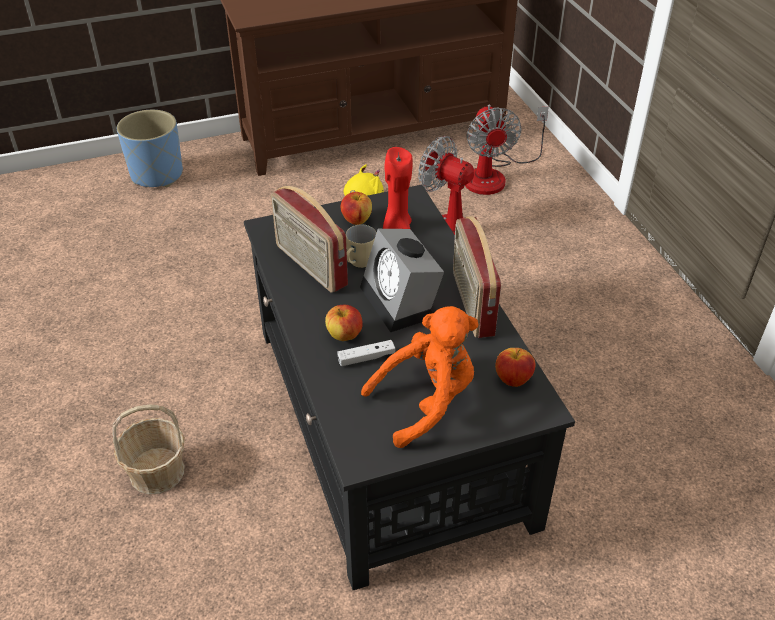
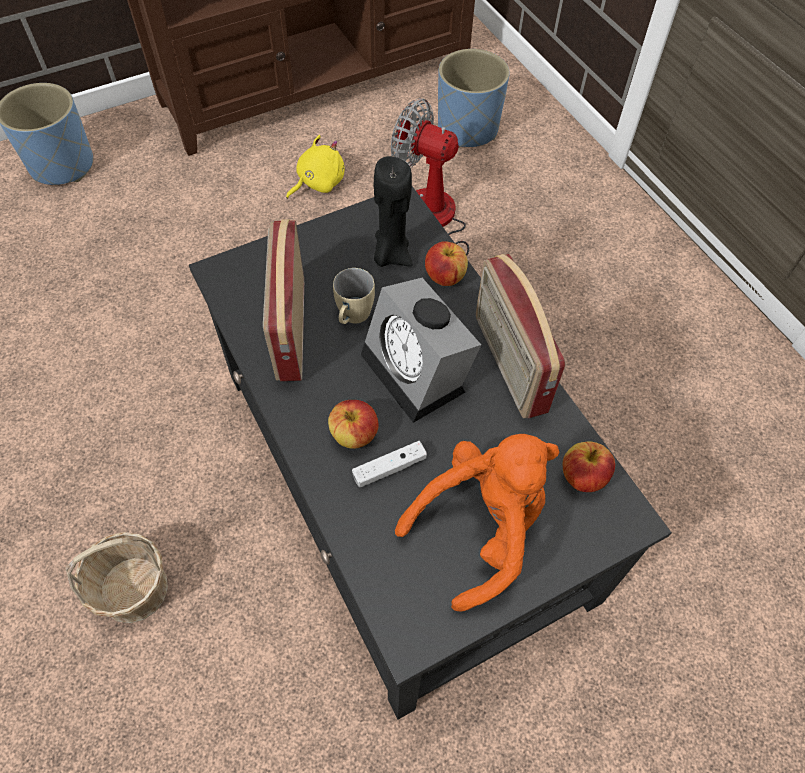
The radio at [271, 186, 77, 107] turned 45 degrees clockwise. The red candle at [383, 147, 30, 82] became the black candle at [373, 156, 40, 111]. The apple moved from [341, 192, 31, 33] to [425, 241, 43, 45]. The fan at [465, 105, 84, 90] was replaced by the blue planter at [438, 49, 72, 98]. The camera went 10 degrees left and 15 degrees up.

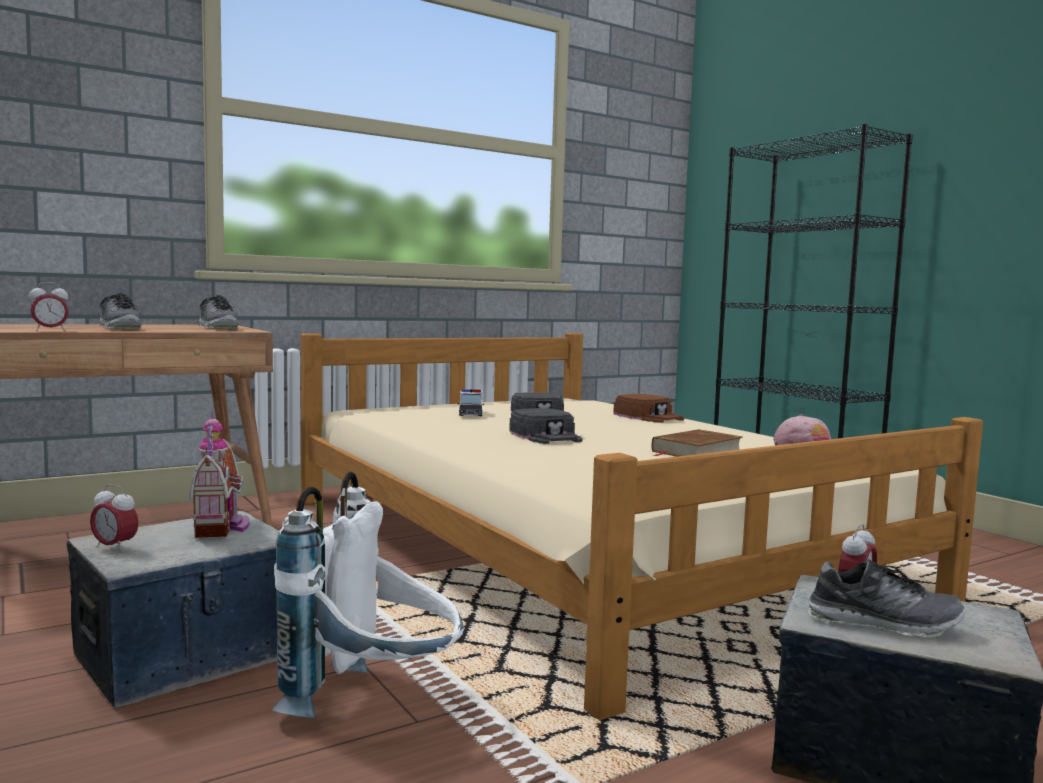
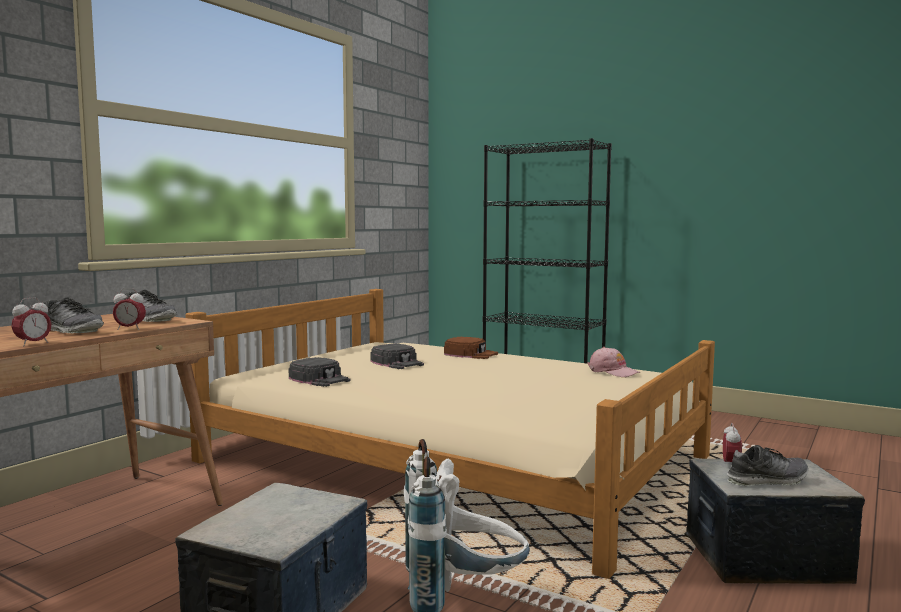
The alarm clock moved from [90, 484, 49, 68] to [113, 288, 33, 42]. The black cap moved from [509, 408, 74, 36] to [288, 357, 62, 30]. The toy house at [189, 411, 60, 127] disappeared. The toy car at [458, 389, 26, 27] disappeared. The brown book at [652, 429, 91, 28] disappeared. The camera went 25 degrees left and 0 degrees up.

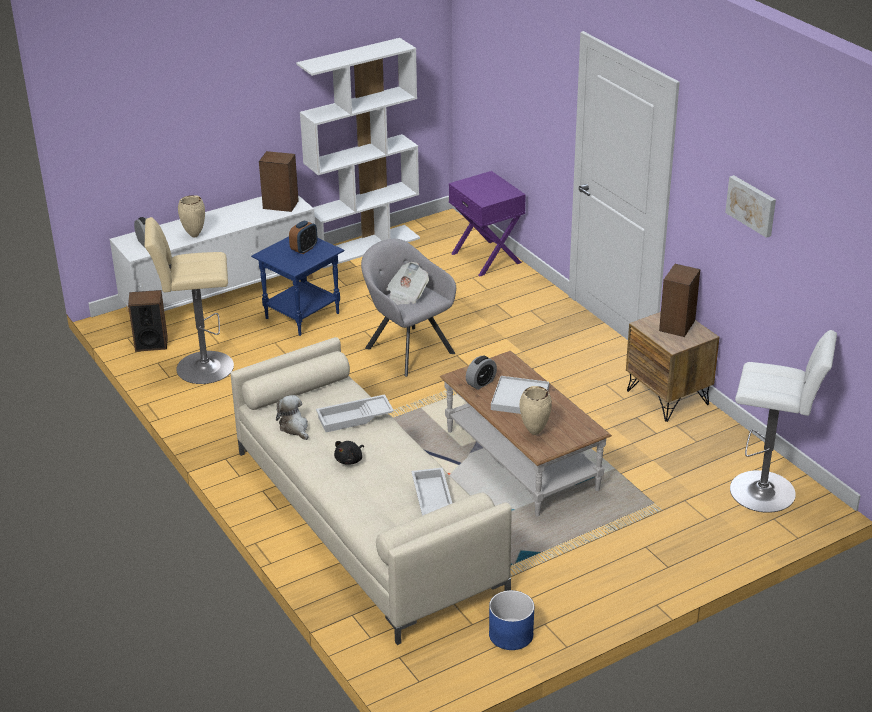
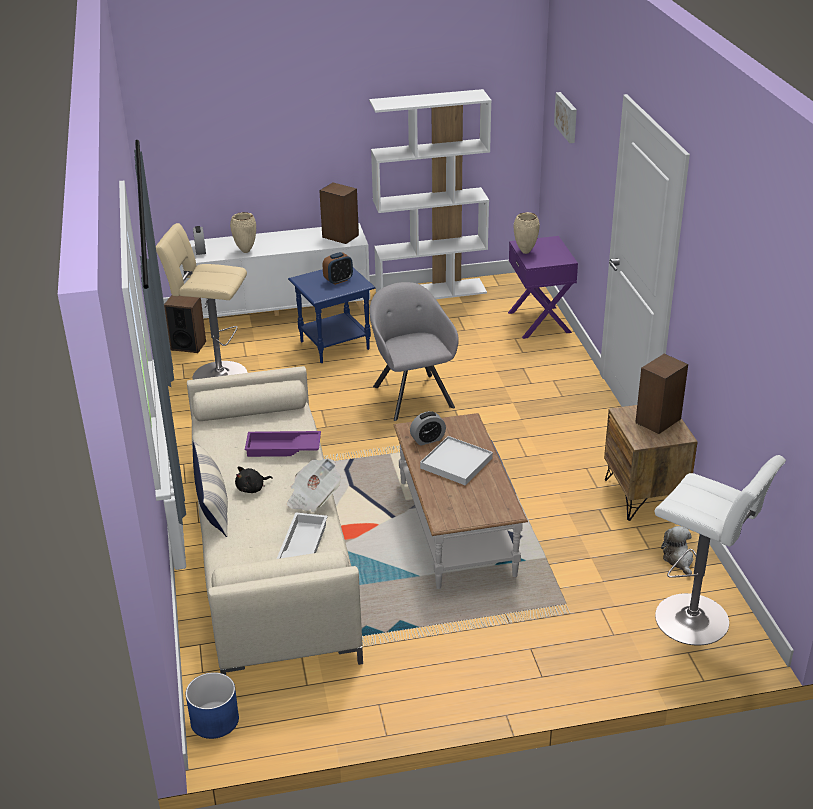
The blue planter moved from [489, 590, 45, 60] to [186, 672, 53, 67]. The pillow at [193, 440, 35, 97] appeared. The white tray at [316, 394, 78, 38] became the purple tray at [245, 431, 76, 26]. The newspaper moved from [386, 262, 43, 43] to [287, 459, 54, 53]. The beige vase moved from [520, 386, 32, 49] to [514, 212, 26, 42]. The picture moved from [725, 175, 51, 63] to [554, 92, 23, 51]. The plush toy moved from [276, 395, 32, 45] to [661, 526, 32, 51]. The camera went 20 degrees right and 0 degrees up.

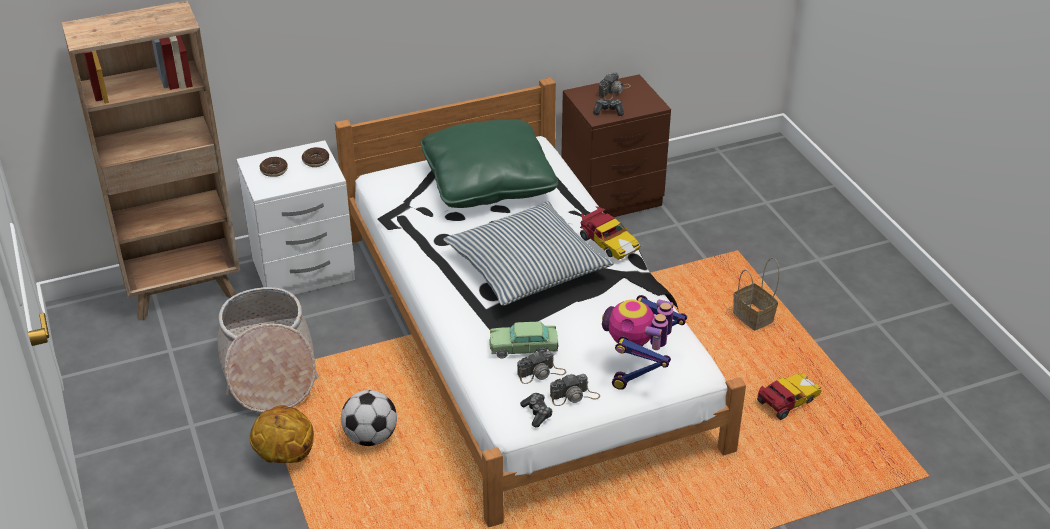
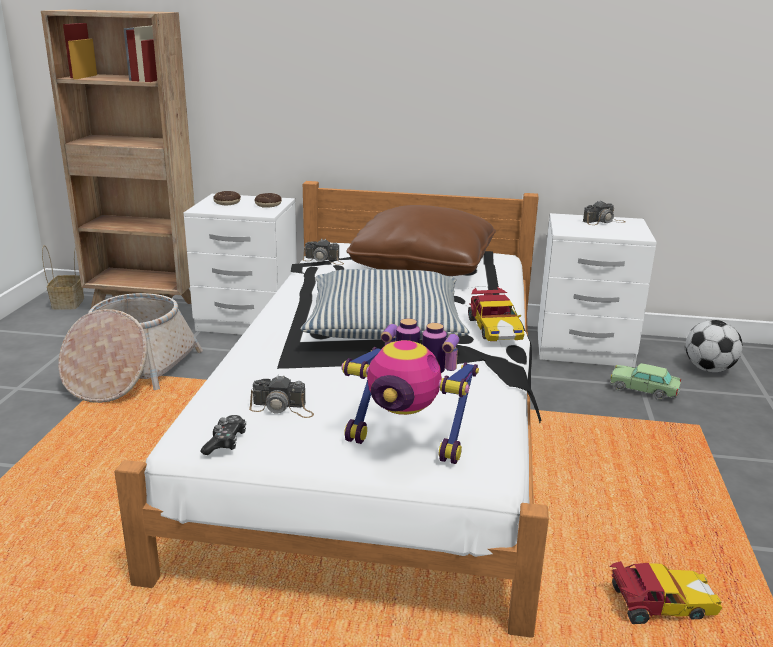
The basket moved from [733, 257, 46, 73] to [42, 245, 42, 65]. The photo camera moved from [550, 374, 50, 32] to [303, 239, 41, 26]. The toy robot at [602, 295, 85, 95] turned 120 degrees counterclockwise. The green pillow at [420, 119, 138, 89] became the brown pillow at [346, 205, 150, 71]. The brown nightstand at [561, 74, 110, 143] became the white nightstand at [537, 213, 120, 154]. The toy car moved from [489, 322, 70, 37] to [610, 363, 71, 37]. The football moved from [341, 390, 56, 56] to [686, 320, 57, 52]. The basketball at [250, 405, 64, 58] disappeared. The game controller at [593, 99, 31, 17] disappeared. The camera went 30 degrees right and 15 degrees down.

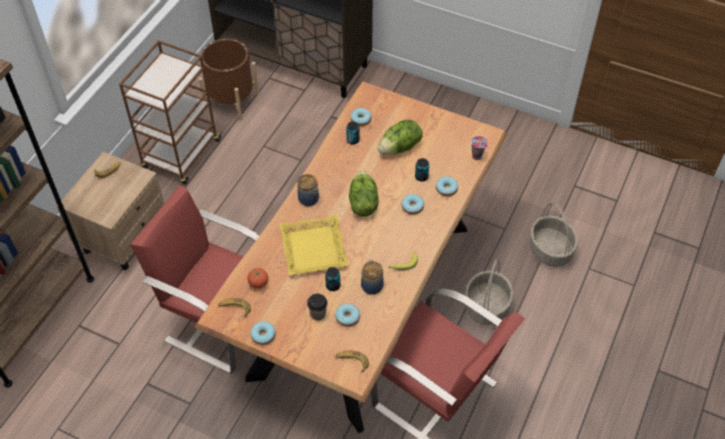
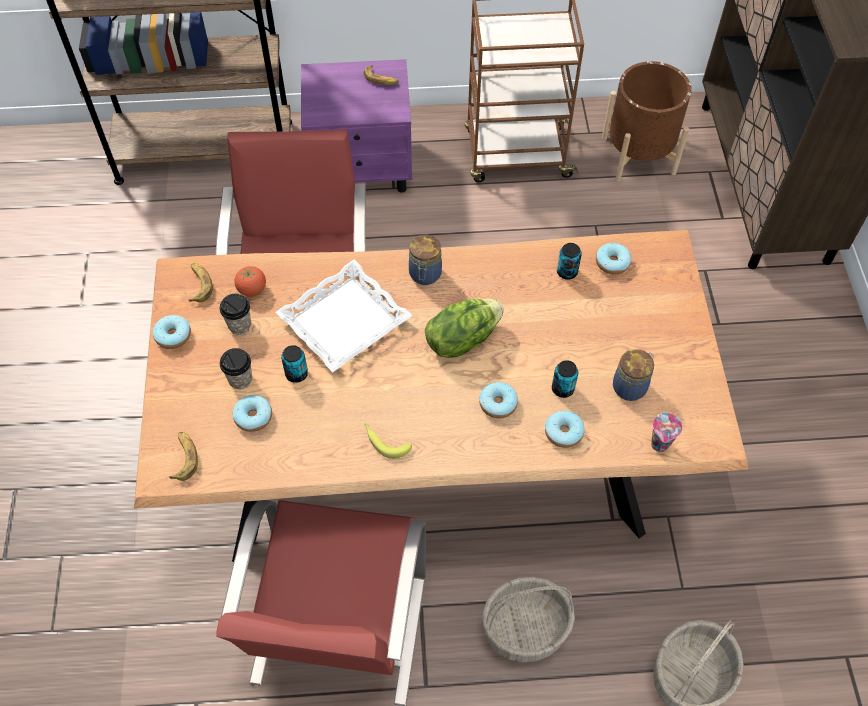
The cup at [219, 294, 32, 40] appeared. The yellow tray at [279, 215, 70, 60] became the white tray at [275, 259, 138, 113]. The beige nightstand at [57, 152, 107, 118] became the purple nightstand at [301, 59, 112, 133]. The jar moved from [361, 260, 23, 35] to [613, 349, 41, 52]. The lettuce at [378, 120, 45, 35] disappeared. The camera went 60 degrees right and 5 degrees up.

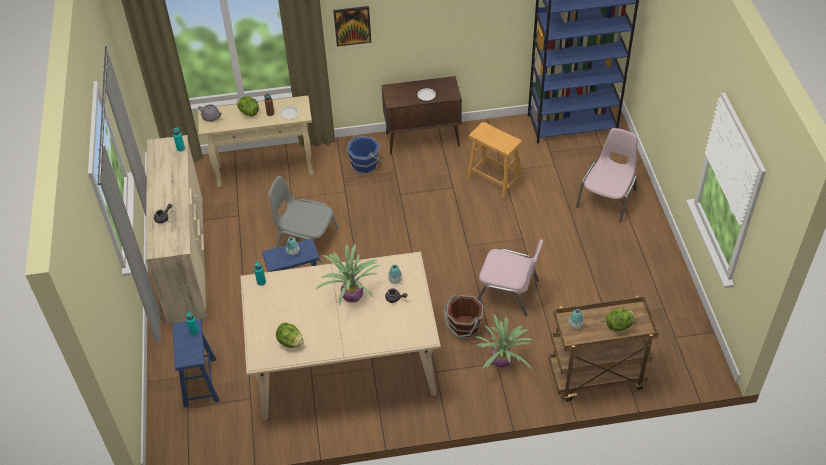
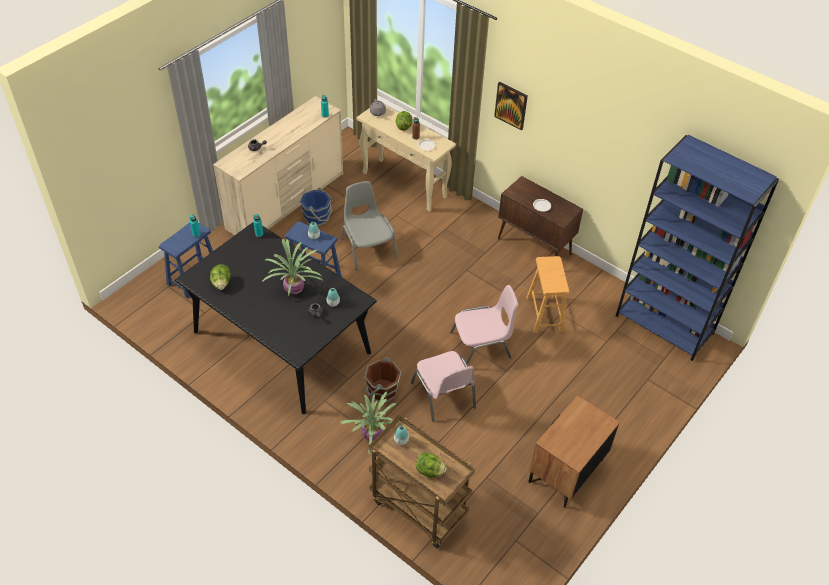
The beige dining table at [240, 252, 201, 169] became the black dining table at [175, 222, 202, 192]. The blue bucket moved from [347, 135, 35, 40] to [300, 187, 32, 39]. The pink chair moved from [576, 128, 62, 95] to [450, 285, 68, 80]. The brown nightstand at [528, 395, 92, 113] appeared. The camera went 45 degrees right and 0 degrees up.

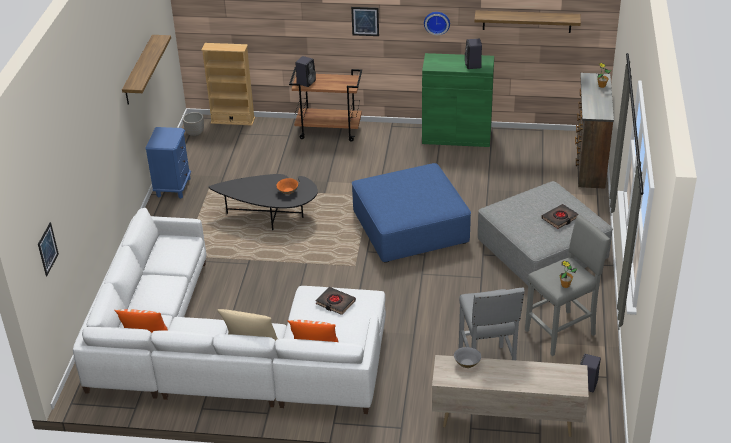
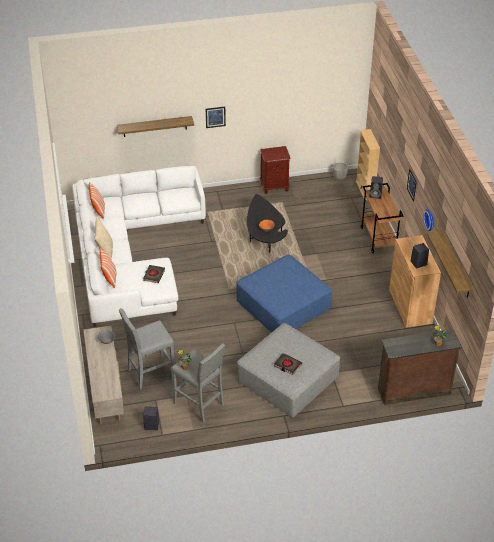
The shelf moved from [122, 35, 49, 70] to [117, 116, 77, 21]. The picture moved from [38, 222, 21, 54] to [206, 107, 20, 21]. The blue nightstand at [145, 127, 46, 72] became the brown nightstand at [260, 146, 30, 48]. The green cabinet at [422, 53, 72, 94] became the brown cabinet at [389, 235, 52, 93]. The camera went 70 degrees right and 5 degrees up.

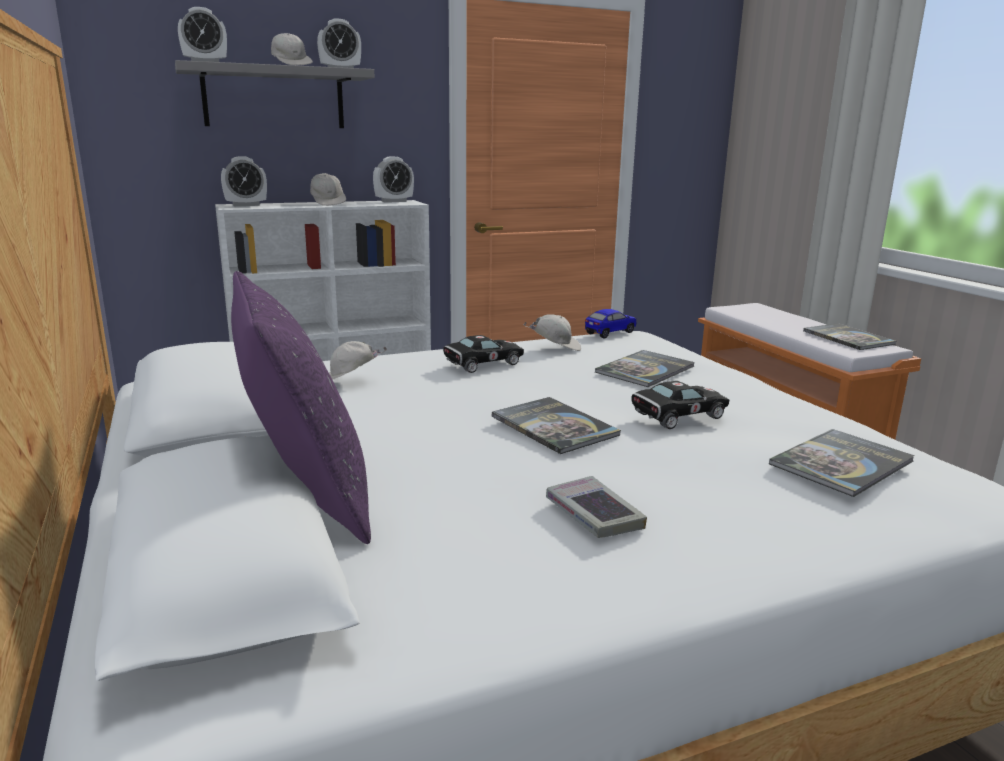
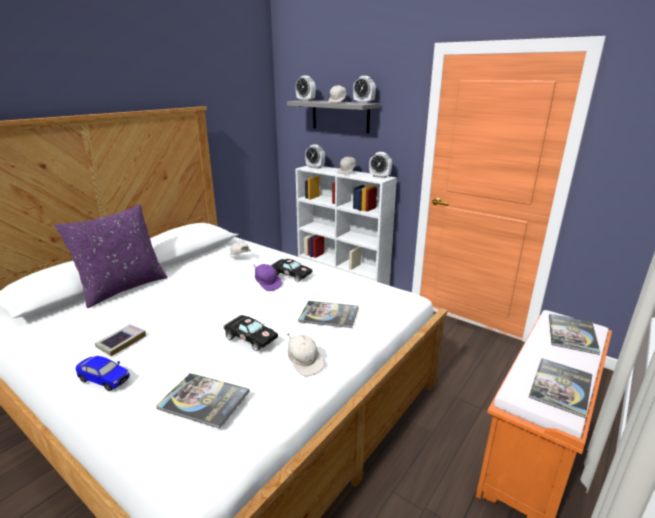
The toy car moved from [585, 309, 52, 29] to [76, 356, 54, 35]. The purple cap at [253, 264, 29, 27] appeared. The white cap moved from [523, 314, 58, 37] to [287, 333, 37, 44]. The book moved from [492, 397, 129, 57] to [549, 314, 51, 41]. The camera went 60 degrees right and 5 degrees up.

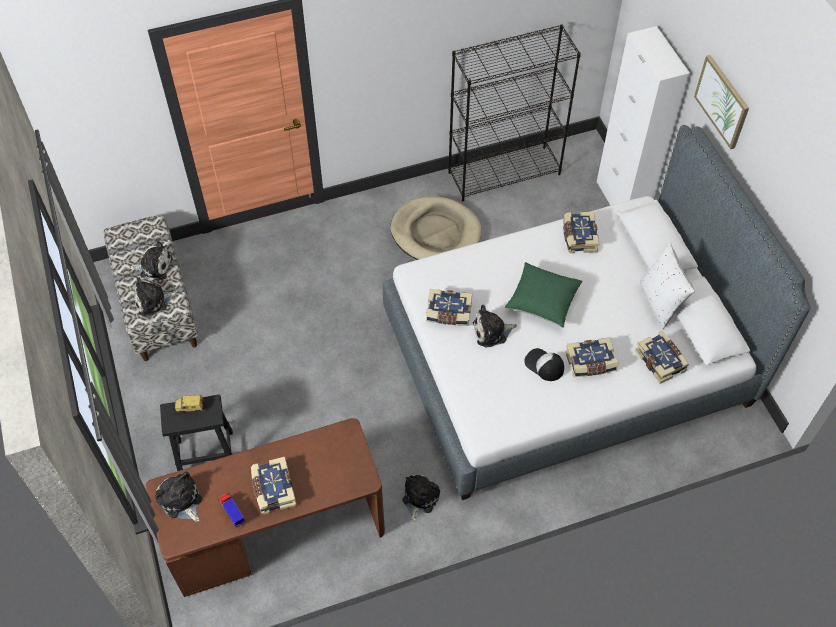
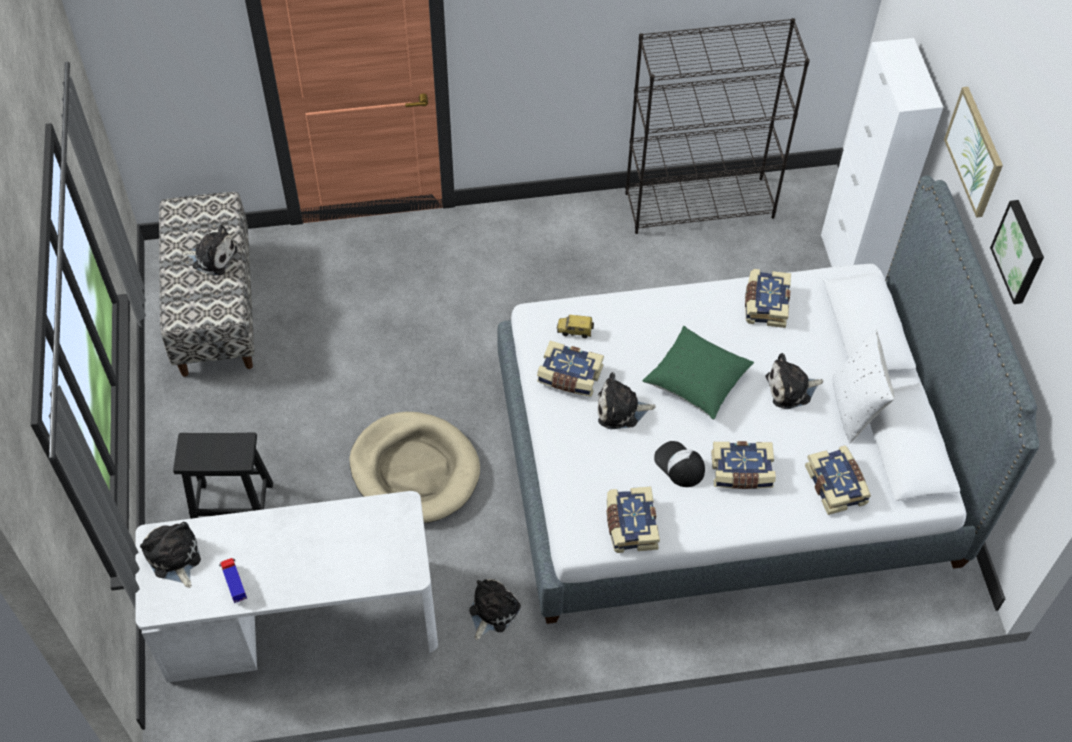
The brown desk at [146, 418, 239, 179] became the white desk at [135, 491, 303, 191]. The beige dog bed moved from [390, 196, 92, 64] to [350, 412, 130, 111]. The toy car moved from [175, 395, 30, 18] to [557, 315, 37, 23]. The book moved from [251, 456, 46, 59] to [607, 486, 53, 67]. The plush toy moved from [134, 277, 43, 40] to [766, 353, 57, 56]. The picture at [990, 200, 54, 104] appeared. The camera went 10 degrees right and 0 degrees up.

